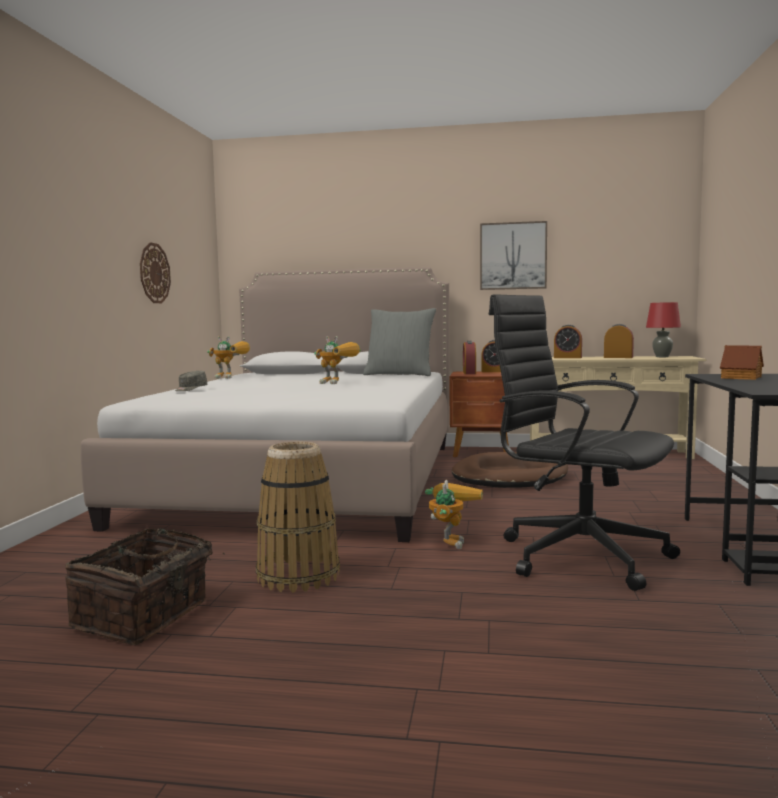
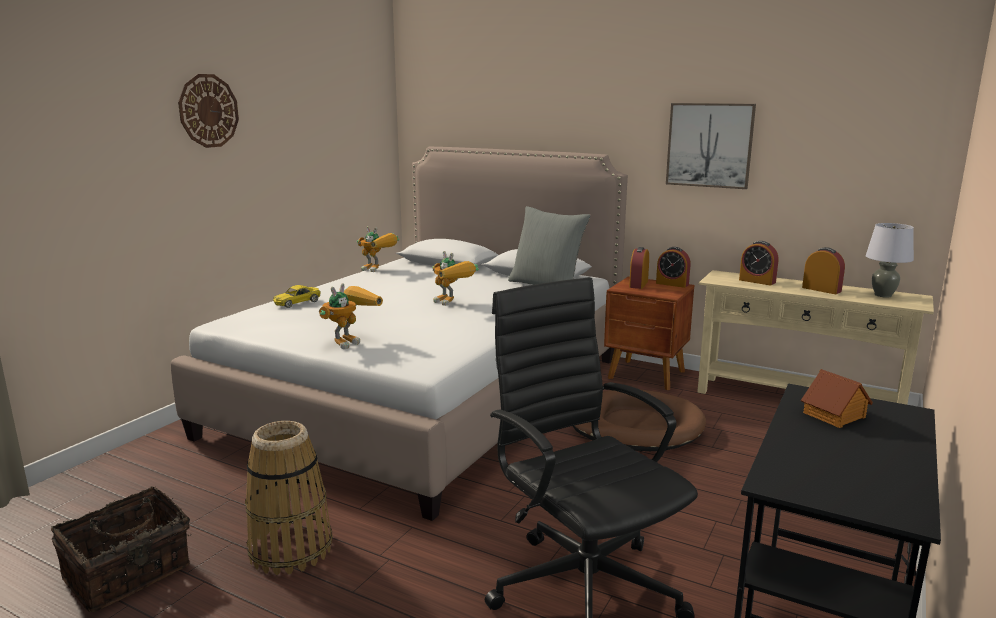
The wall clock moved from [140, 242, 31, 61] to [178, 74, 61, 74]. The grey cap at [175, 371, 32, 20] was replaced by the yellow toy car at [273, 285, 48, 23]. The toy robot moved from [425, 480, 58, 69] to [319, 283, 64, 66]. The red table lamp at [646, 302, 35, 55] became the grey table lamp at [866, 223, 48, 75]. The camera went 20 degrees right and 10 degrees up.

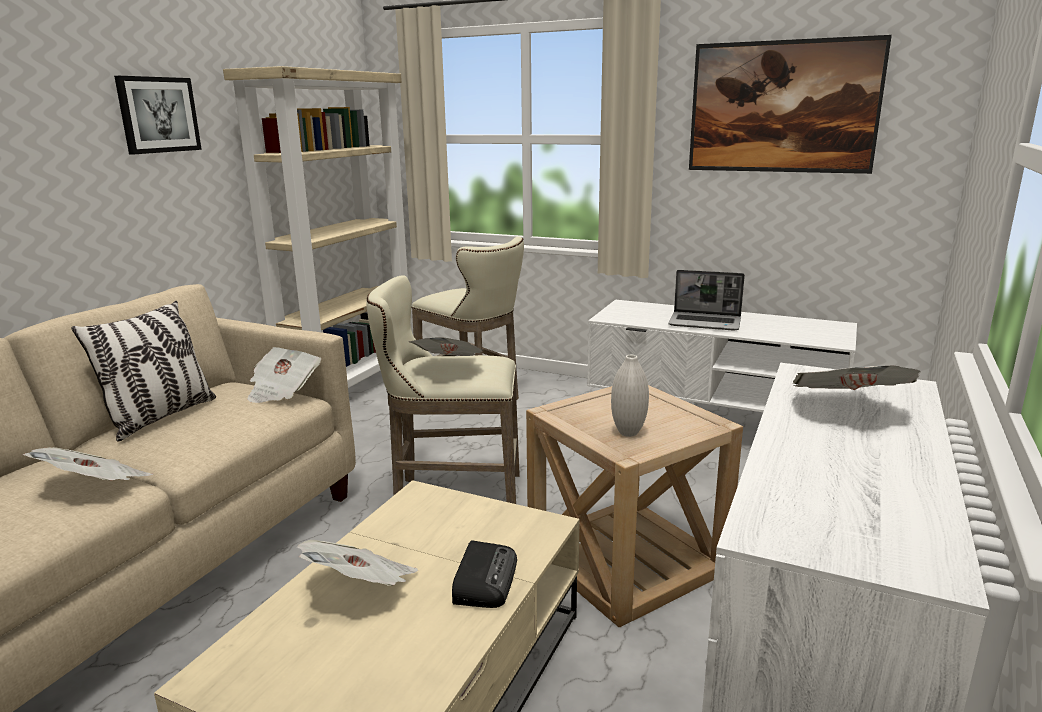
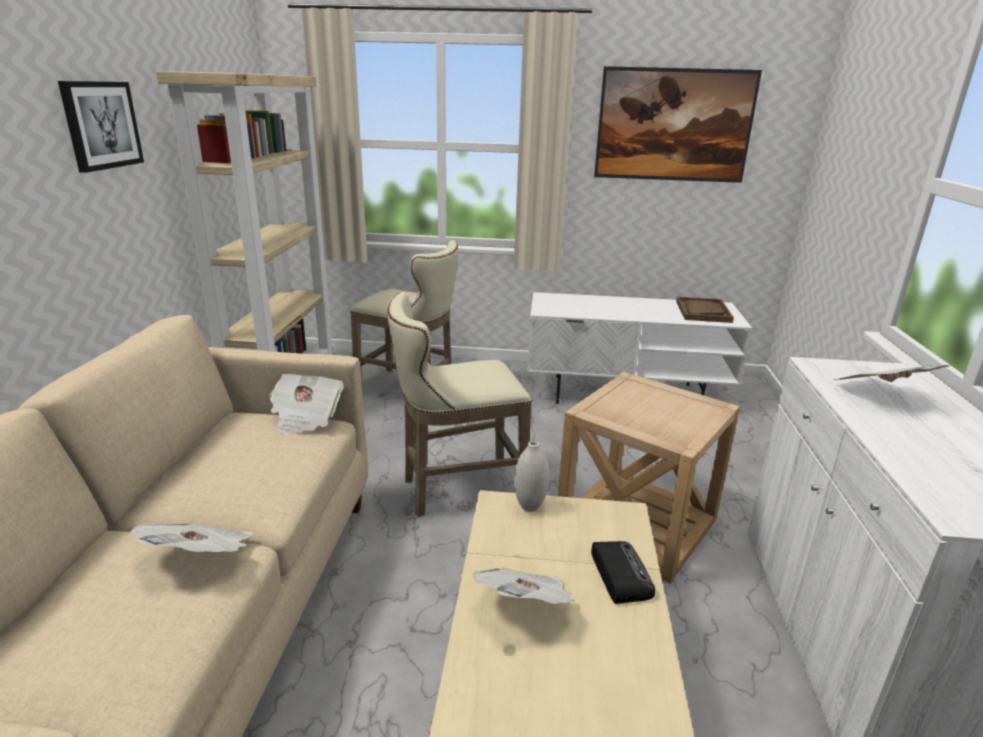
The white vase moved from [611, 355, 38, 82] to [514, 441, 35, 71]. The brown tray at [676, 297, 58, 26] appeared. The pillow at [71, 301, 145, 140] disappeared. The newspaper at [409, 337, 74, 19] disappeared. The laptop at [668, 270, 77, 61] disappeared. The camera went 20 degrees left and 5 degrees up.

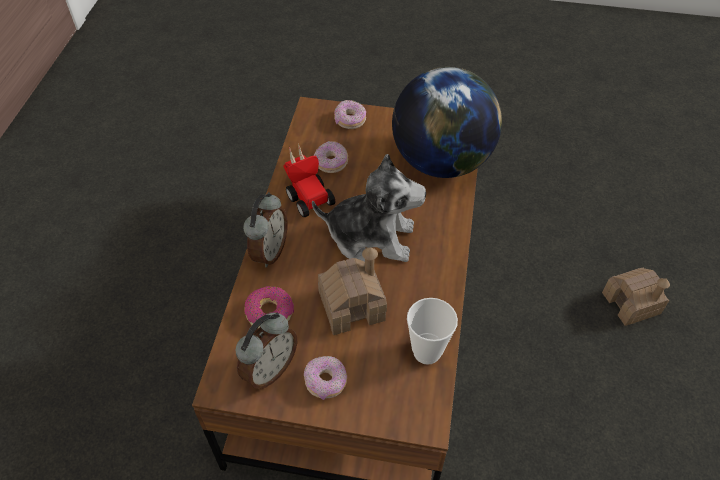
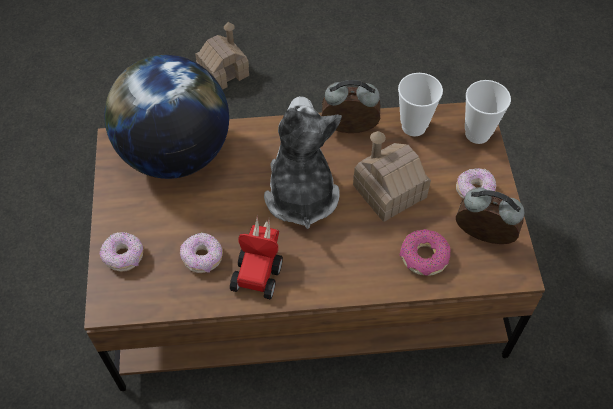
The toy car at [283, 144, 53, 73] turned 150 degrees clockwise. The alarm clock moved from [243, 192, 45, 75] to [321, 80, 59, 53]. The cup at [465, 80, 46, 64] appeared. The camera went 105 degrees left and 5 degrees up.

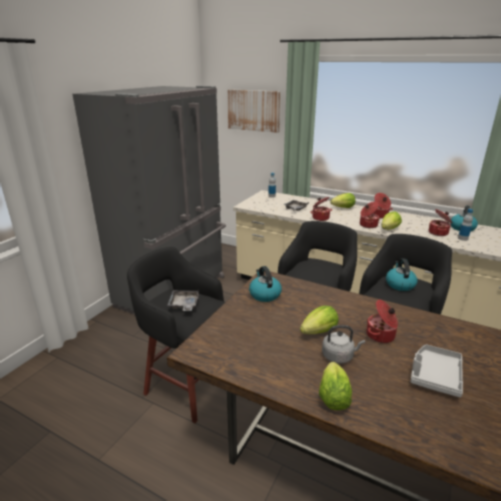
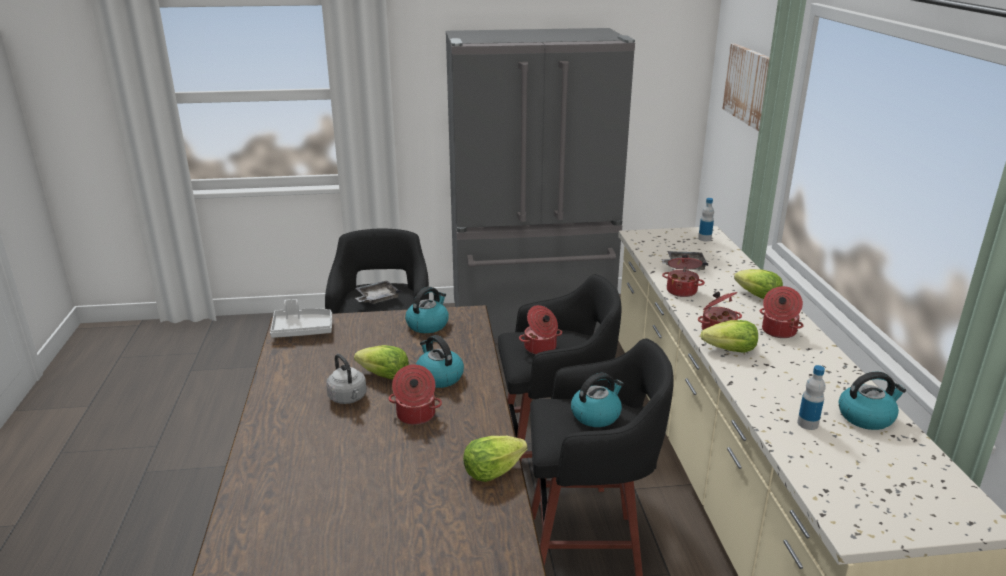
The grey tray moved from [411, 344, 52, 53] to [270, 299, 62, 39]. The kettle at [416, 335, 48, 53] appeared. The lettuce moved from [319, 362, 33, 48] to [463, 436, 65, 46]. The cooking pot moved from [429, 209, 23, 27] to [519, 305, 43, 49]. The camera went 55 degrees right and 0 degrees up.

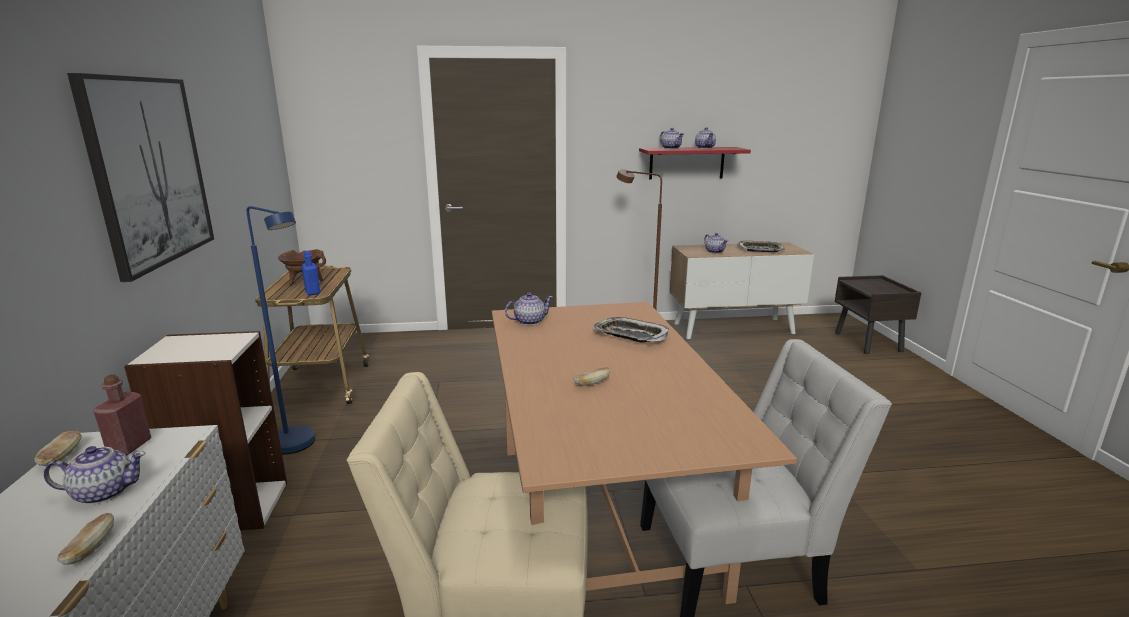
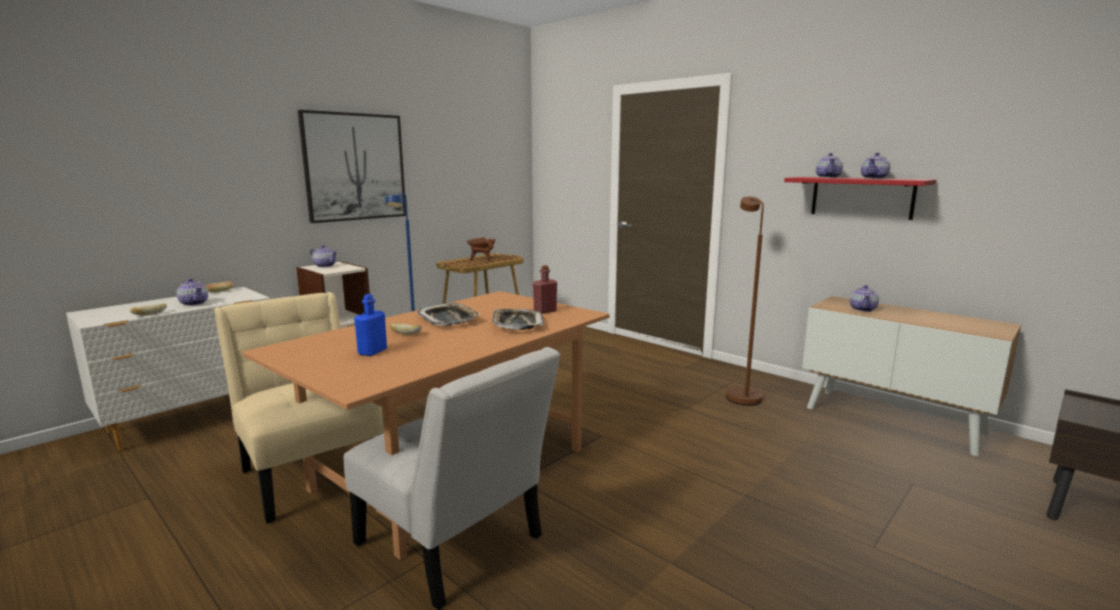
The teapot moved from [505, 293, 48, 32] to [310, 245, 28, 22]. The blue bottle moved from [301, 251, 20, 44] to [354, 294, 33, 62]. The tray moved from [737, 241, 48, 11] to [417, 303, 63, 23]. The red bottle moved from [93, 374, 58, 82] to [533, 265, 24, 49]. The camera went 50 degrees right and 5 degrees down.

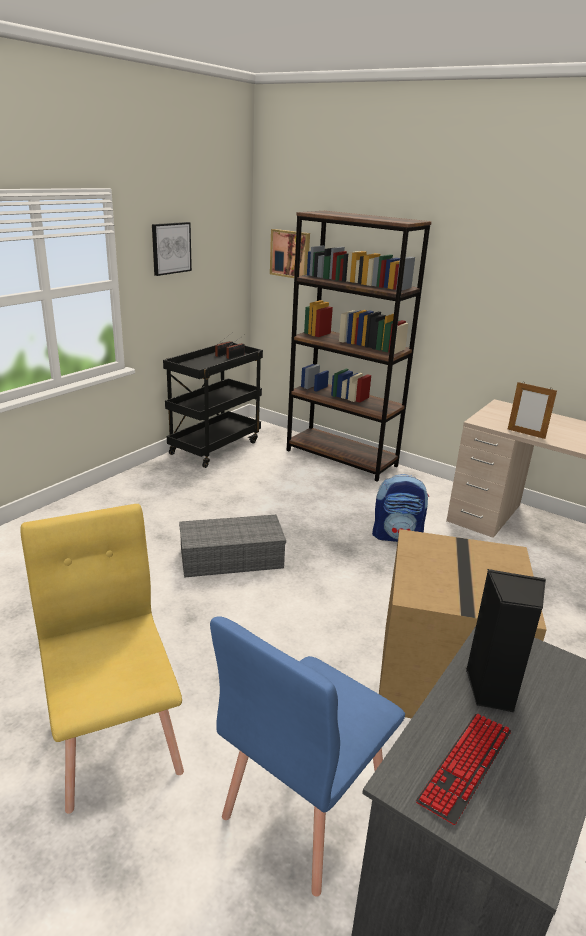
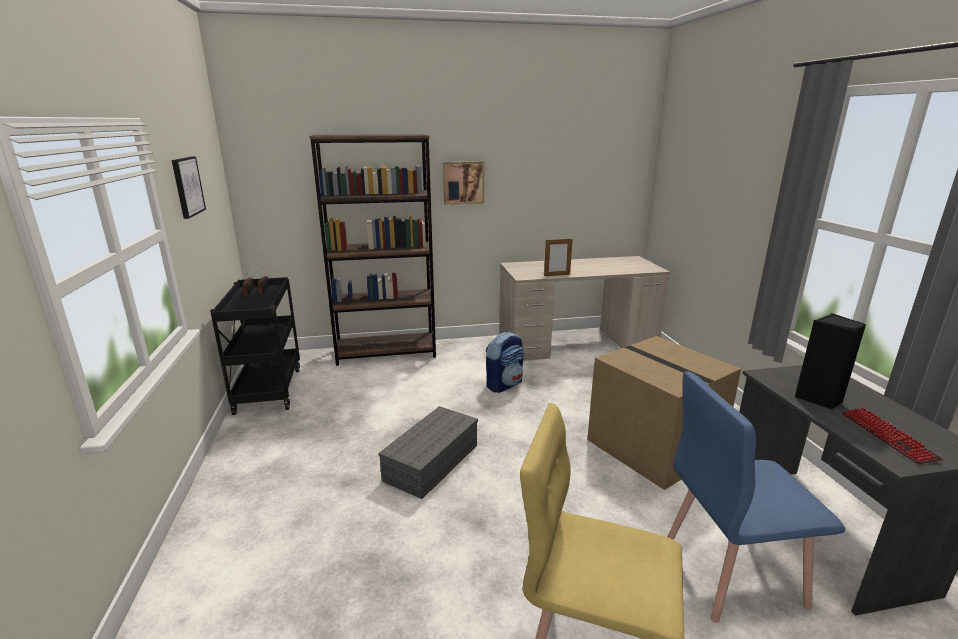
The picture moved from [270, 229, 40, 49] to [443, 161, 41, 43]. The blue chair at [210, 616, 195, 281] turned 90 degrees clockwise. The camera went 45 degrees left and 5 degrees down.

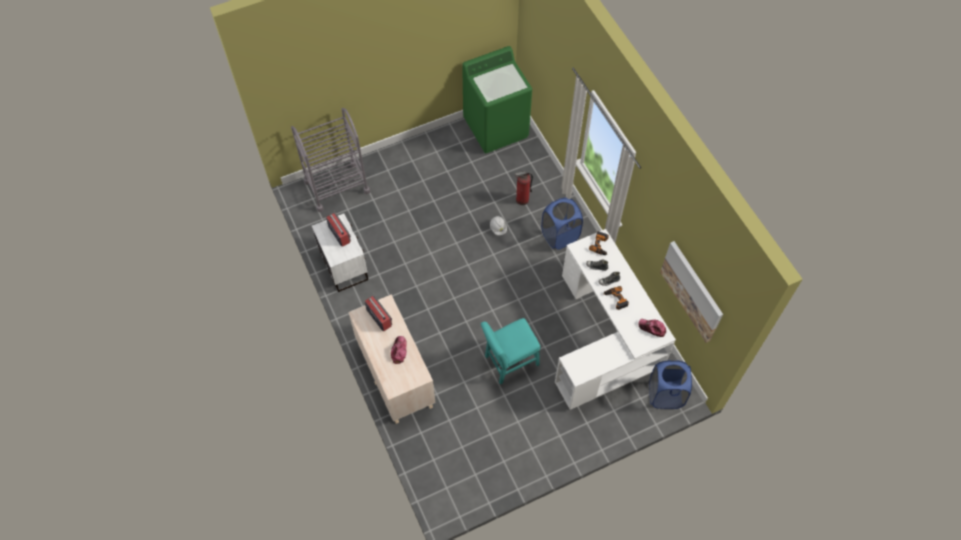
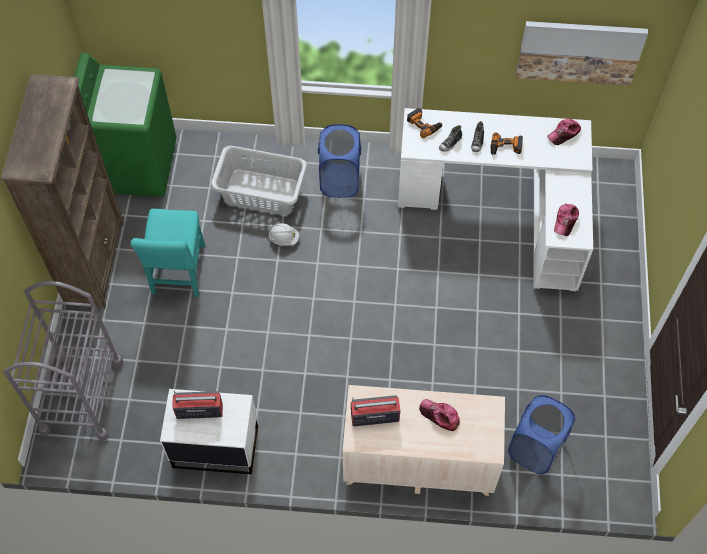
The brown bookcase at [1, 74, 123, 235] appeared. The turquoise chair moved from [481, 318, 60, 67] to [131, 209, 74, 88]. The fire extinguisher at [515, 171, 18, 34] was replaced by the grey laundry basket at [211, 146, 96, 69]. The blue laundry basket moved from [649, 360, 43, 49] to [508, 395, 67, 79]. The cap at [554, 204, 25, 32] appeared. The camera went 60 degrees left and 0 degrees up.

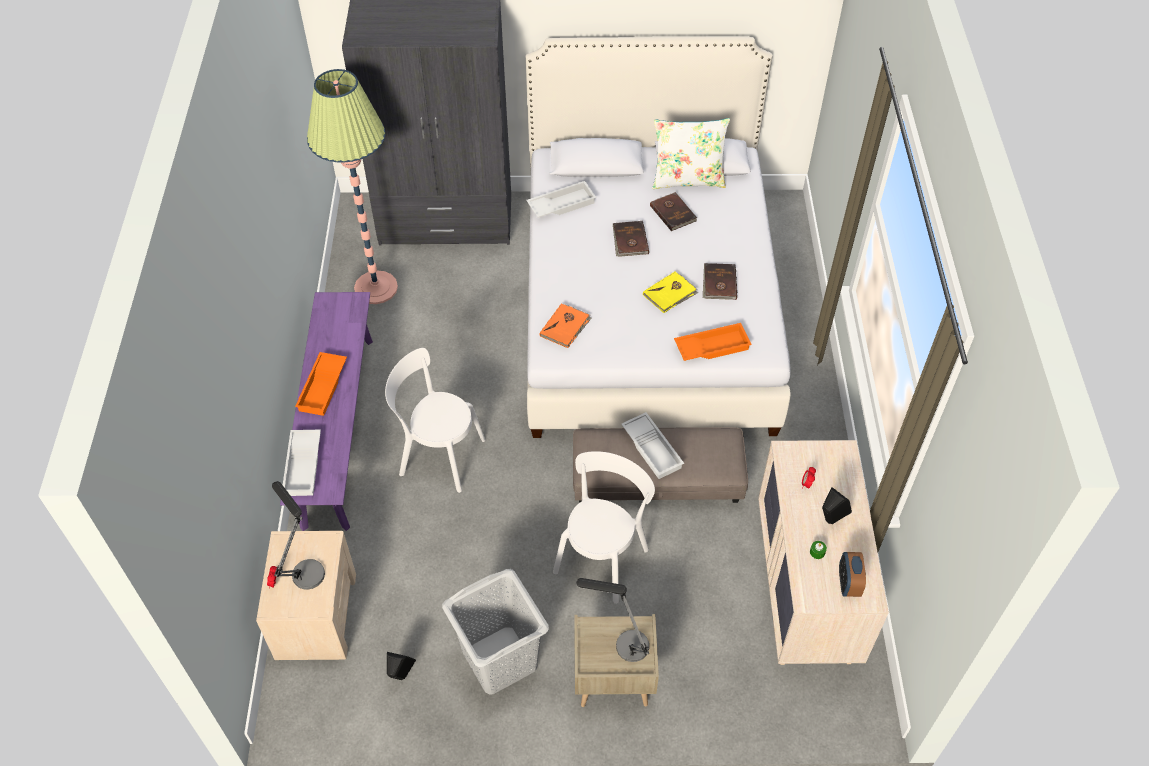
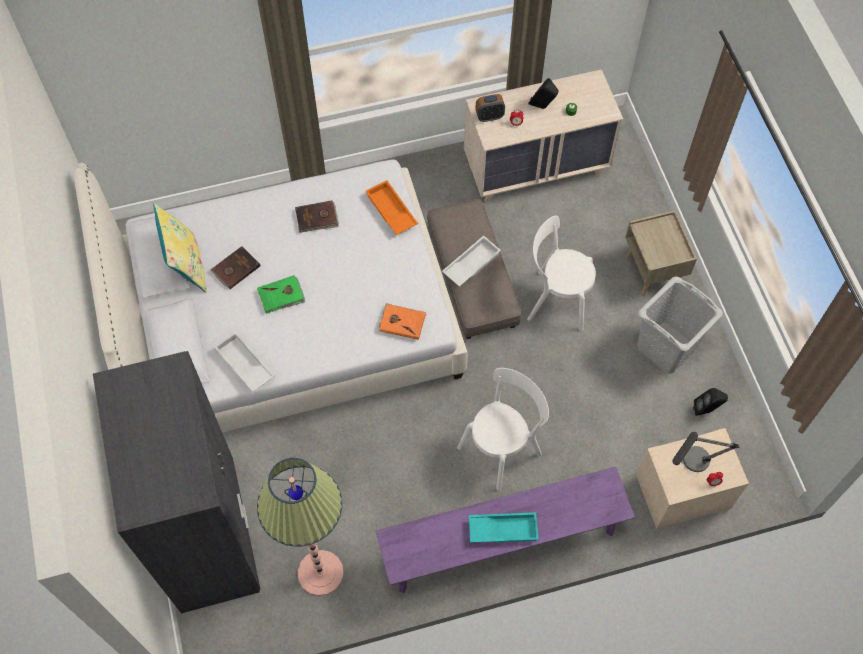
The white pillow at [652, 118, 78, 71] became the yellow pillow at [153, 203, 54, 90]. The brown book at [613, 221, 36, 36] became the green book at [257, 275, 48, 39]. The white chair at [385, 348, 100, 145] turned 135 degrees counterclockwise. The orange tray at [295, 352, 52, 64] became the turquoise tray at [469, 512, 70, 31]. The alarm clock moved from [839, 552, 27, 45] to [475, 94, 30, 28]. The white tray at [283, 429, 38, 67] disappeared. The table lamp at [576, 578, 73, 84] disappeared. The yellow book at [643, 271, 55, 42] disappeared. The camera went 105 degrees left and 10 degrees up.

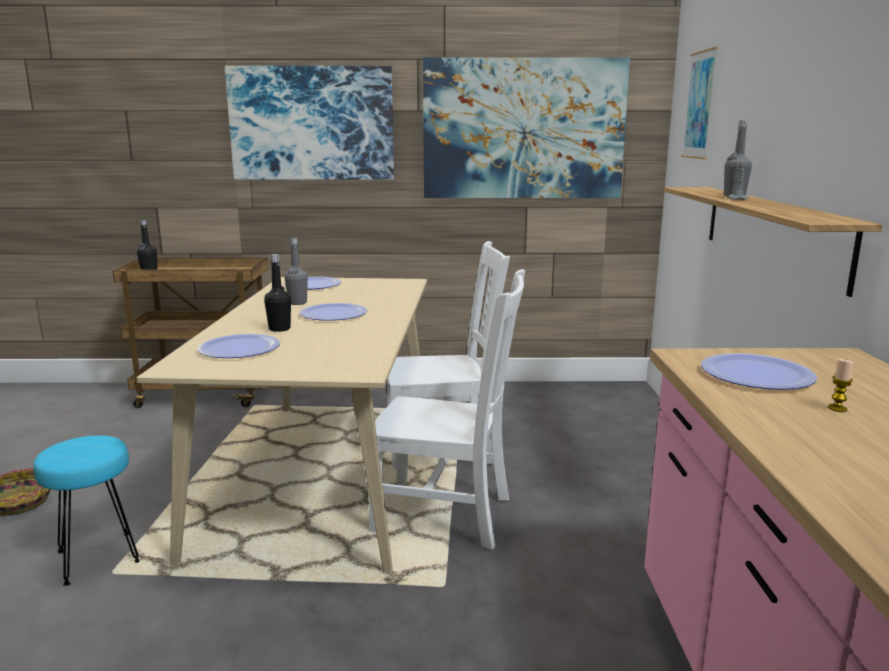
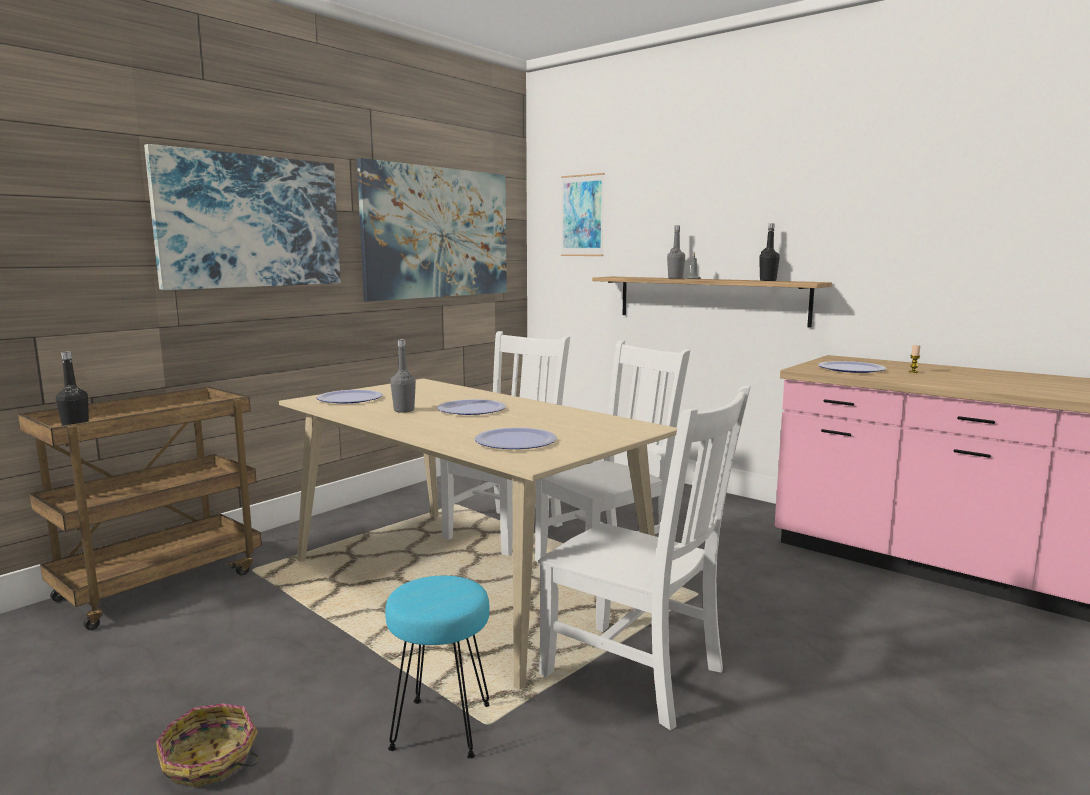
The white chair at [539, 385, 212, 345] appeared. The black bottle moved from [264, 254, 27, 78] to [759, 223, 21, 58]. The camera went 50 degrees left and 5 degrees down.

